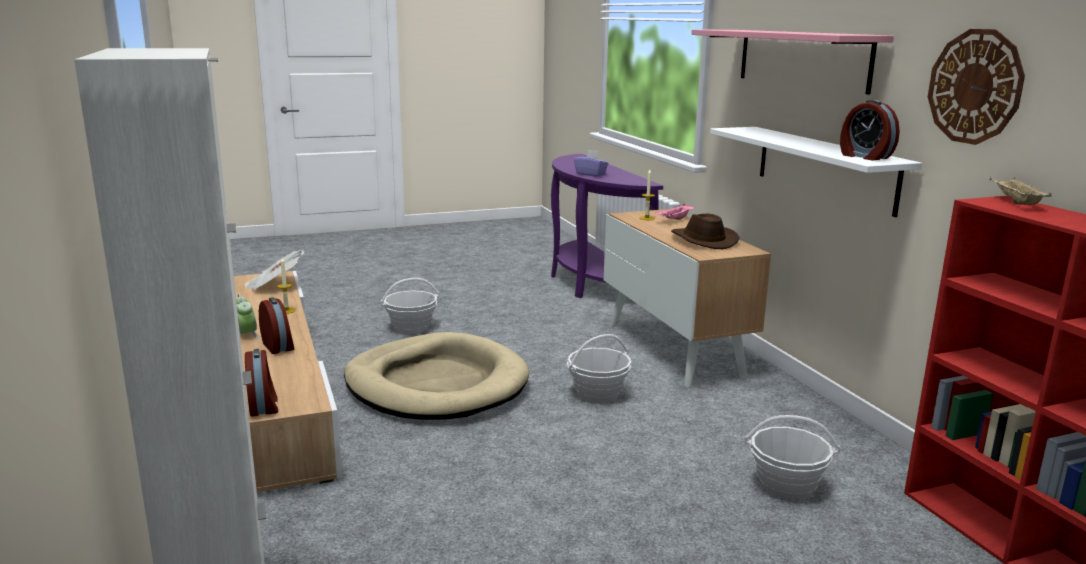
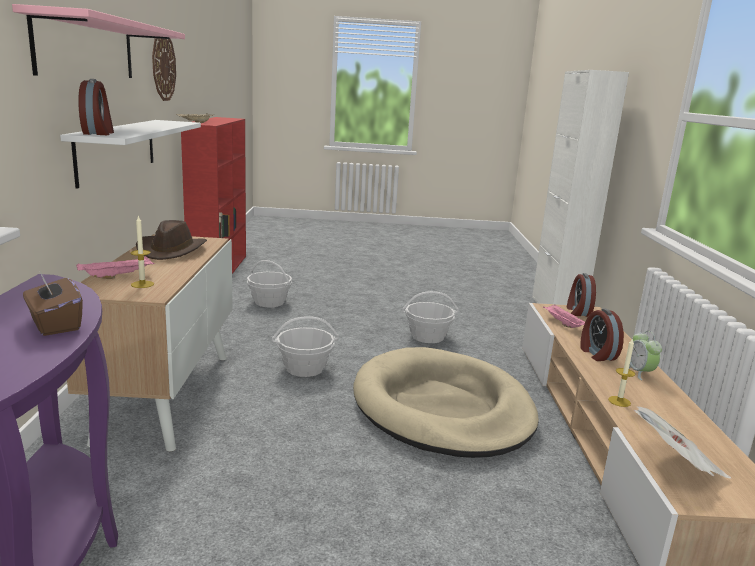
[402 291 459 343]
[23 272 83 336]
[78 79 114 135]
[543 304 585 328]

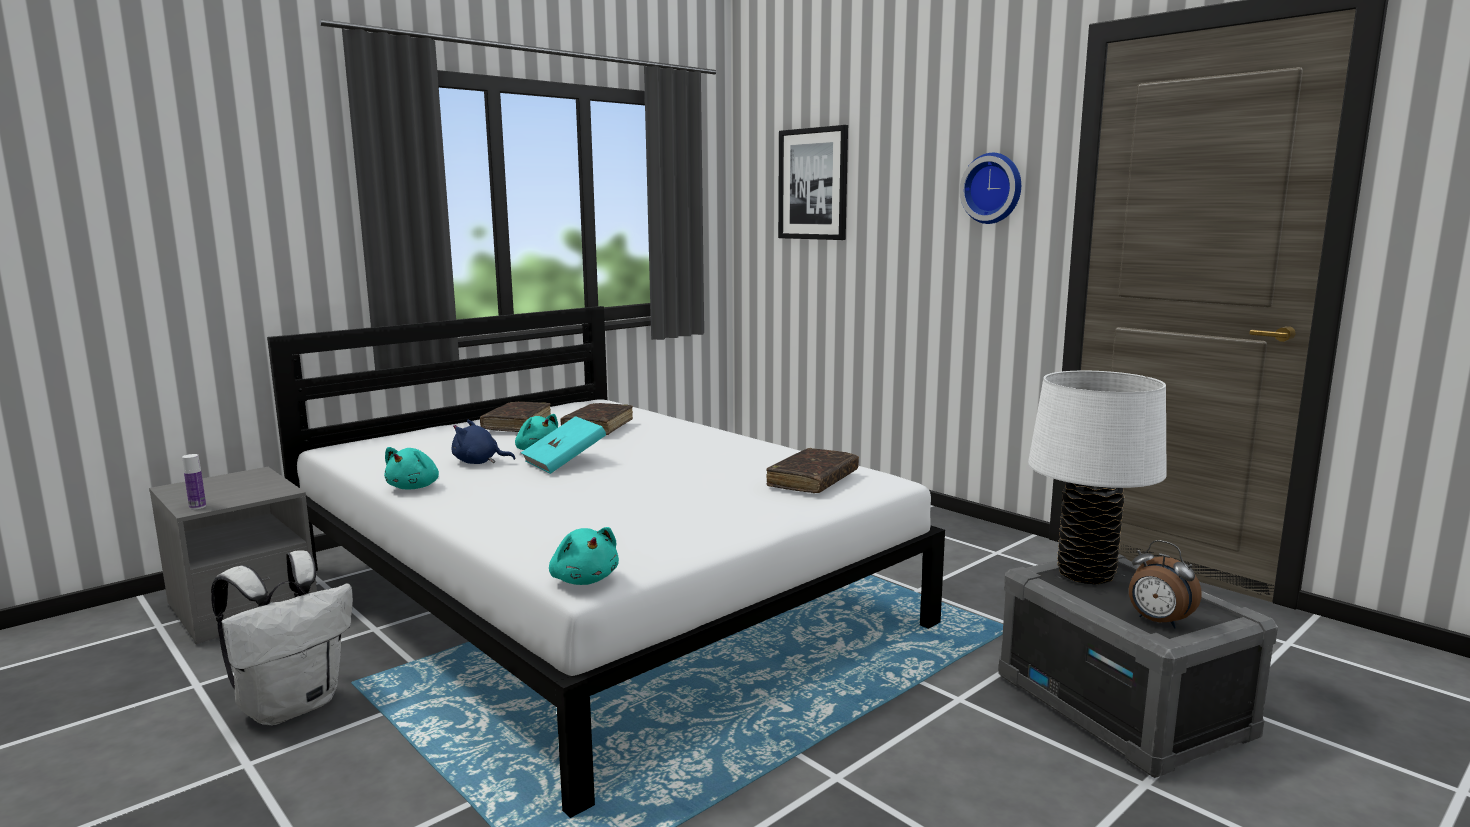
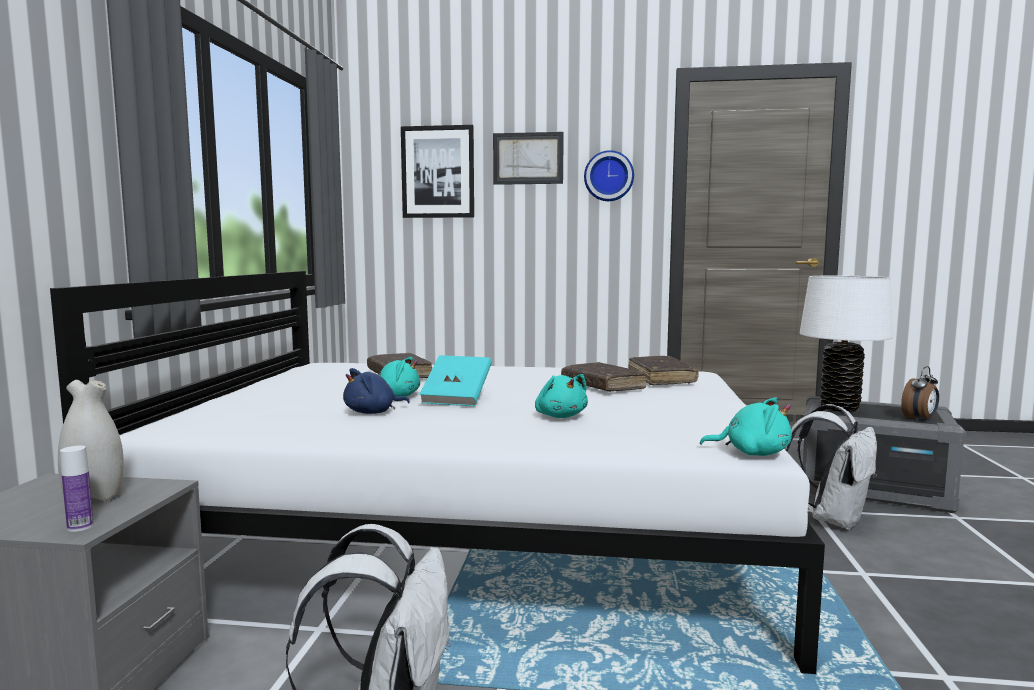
[535 374 588 418]
[561 362 646 392]
[901 366 939 421]
[58 380 124 501]
[493 132 564 185]
[785 404 877 530]

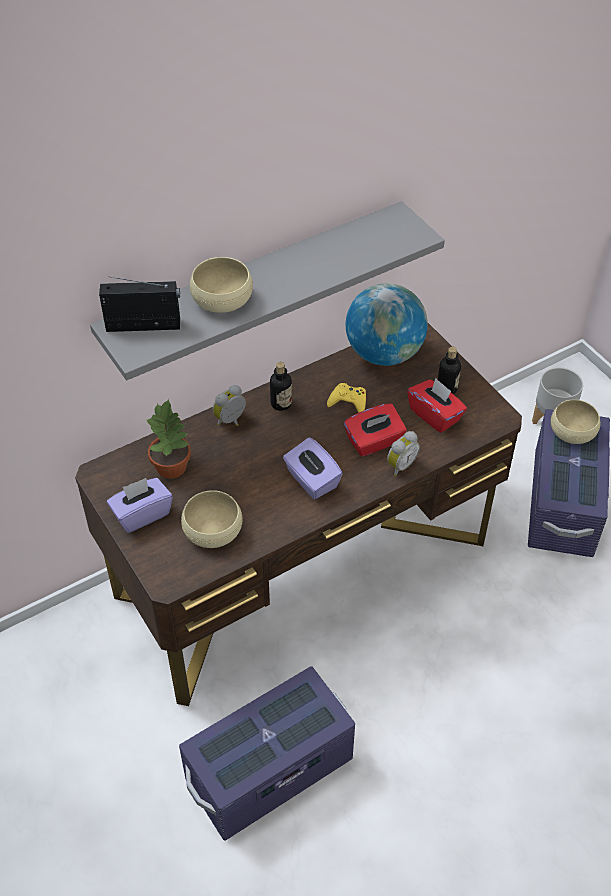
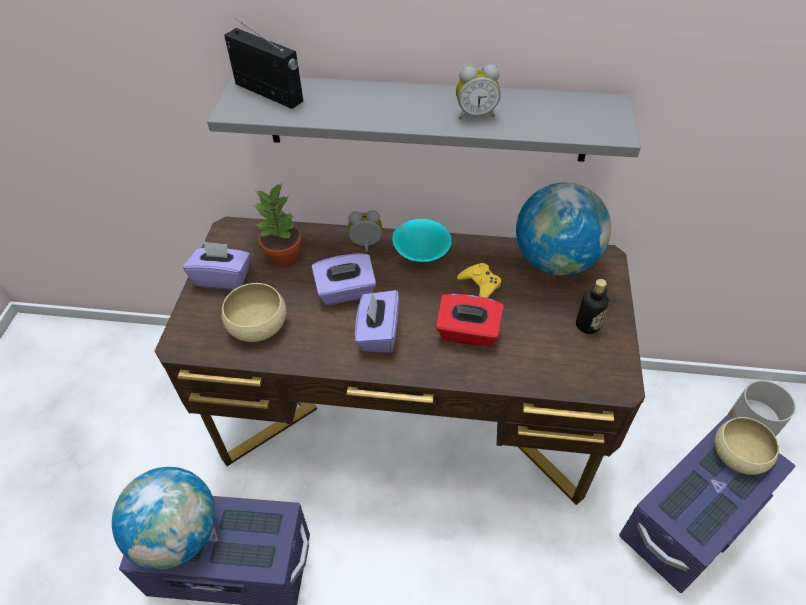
[190 257 253 313] (first image)
[392 219 452 262]
[456 64 501 120]
[407 378 467 433] (first image)
[112 467 215 569]
[312 253 376 305]

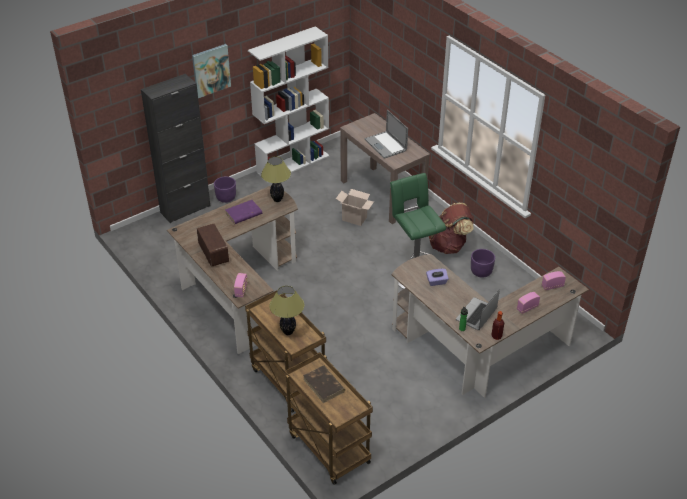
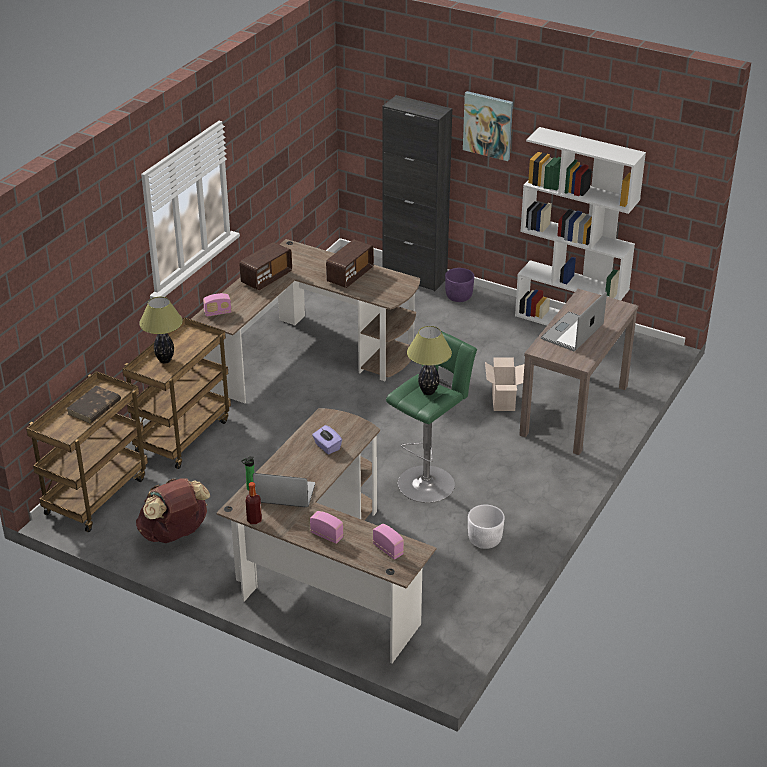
[326 239 374 288]
[407 326 452 395]
[136 478 210 543]
[468 505 505 549]

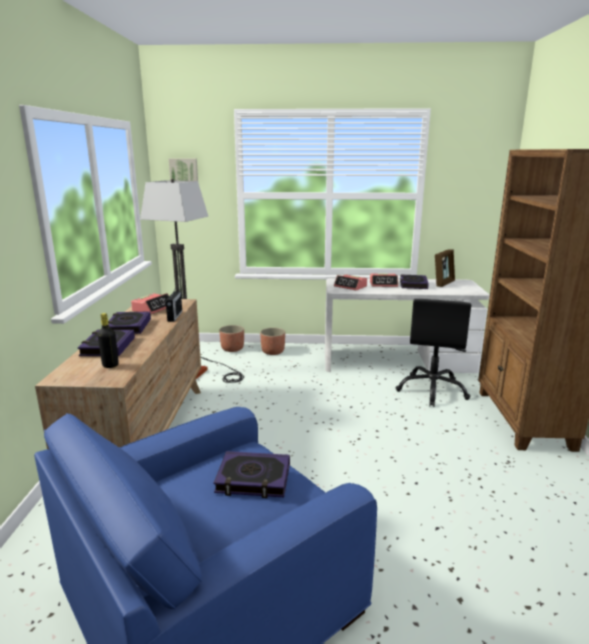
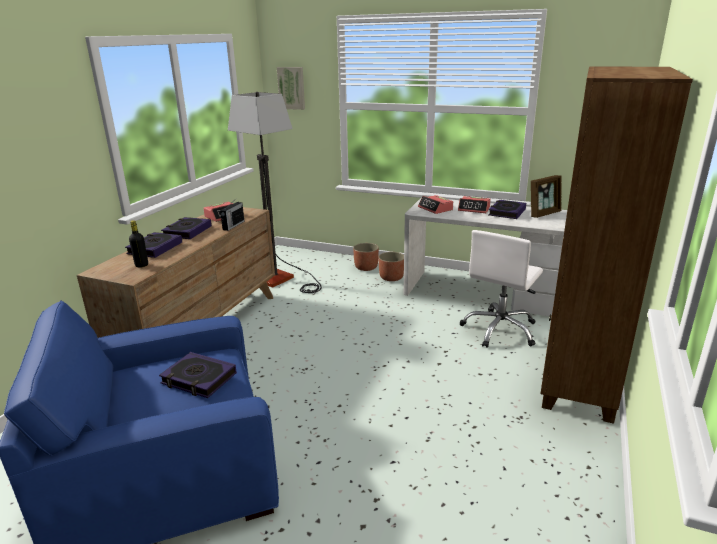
[378 252 404 281]
[460 230 543 348]

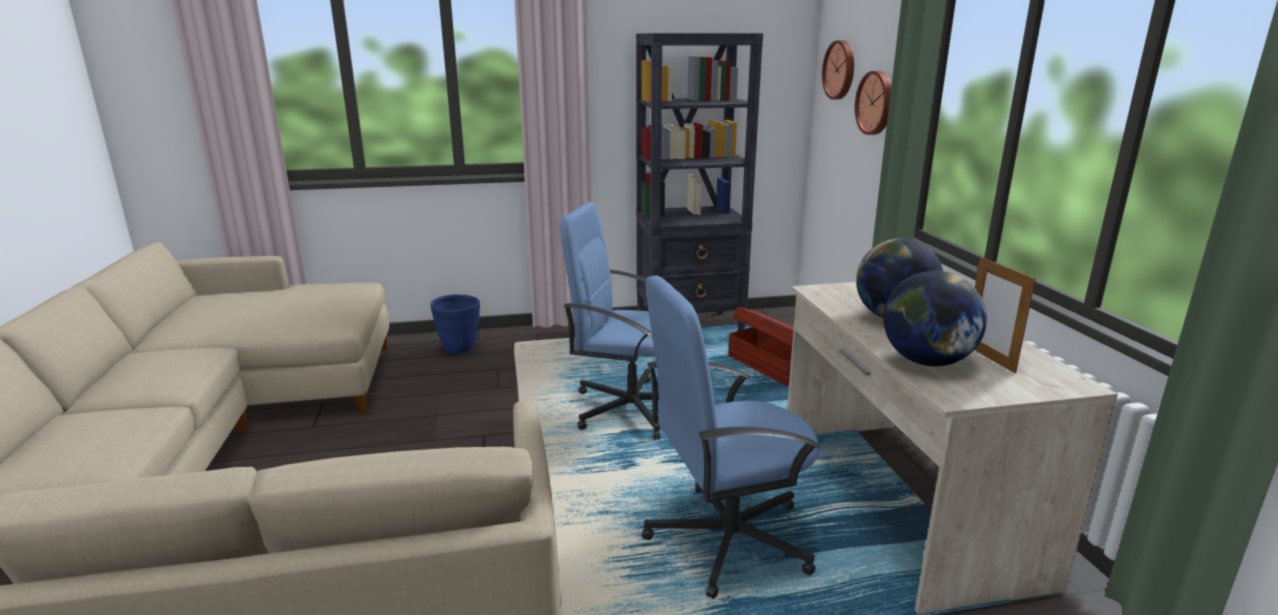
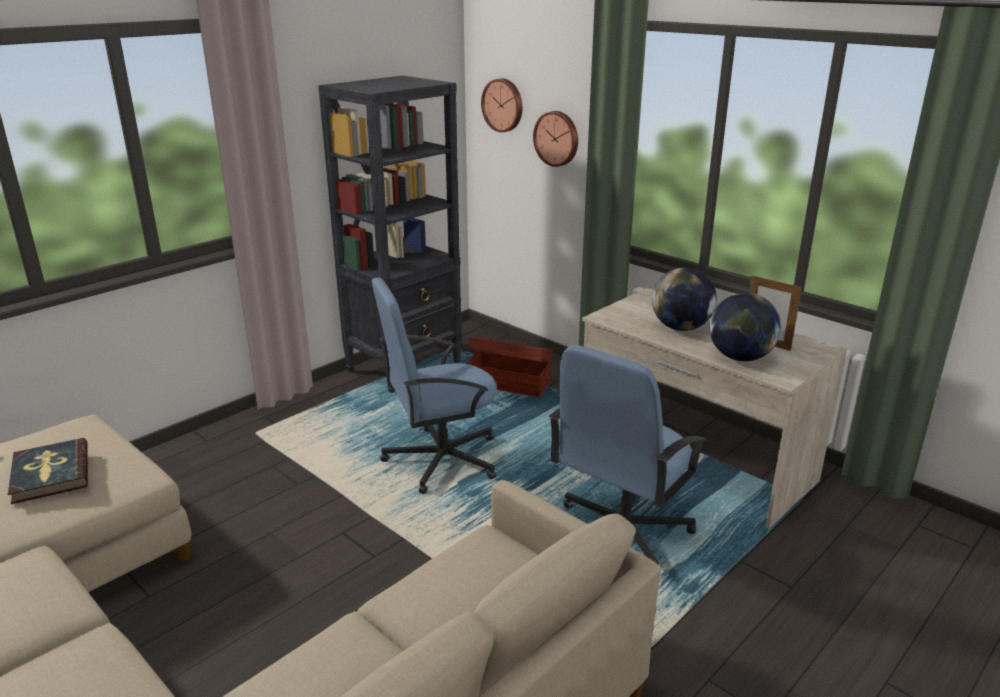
[430 294 480 354] (first image)
[8 438 88 504]

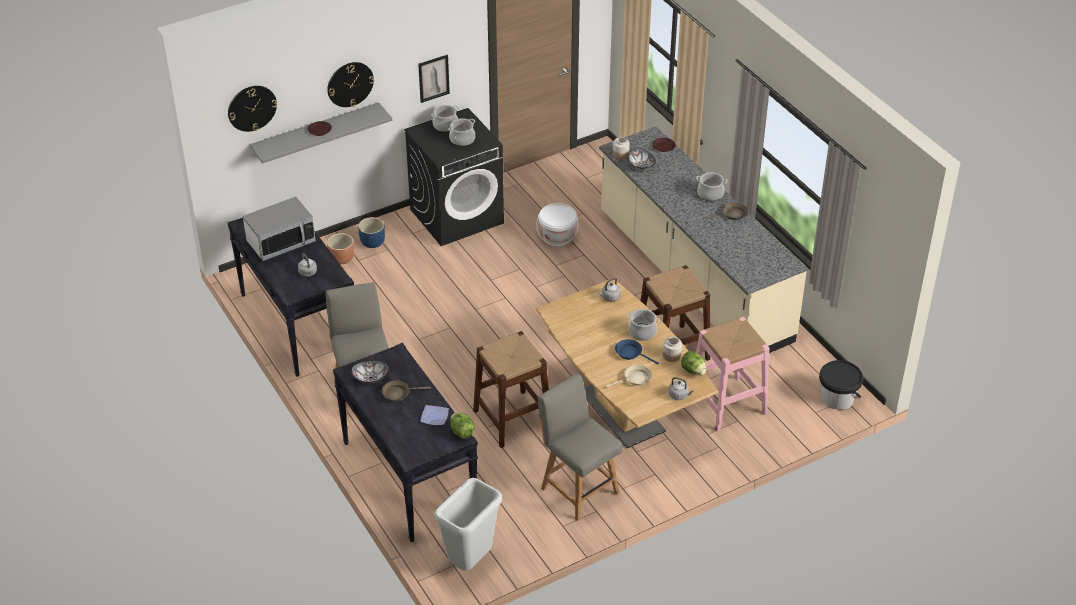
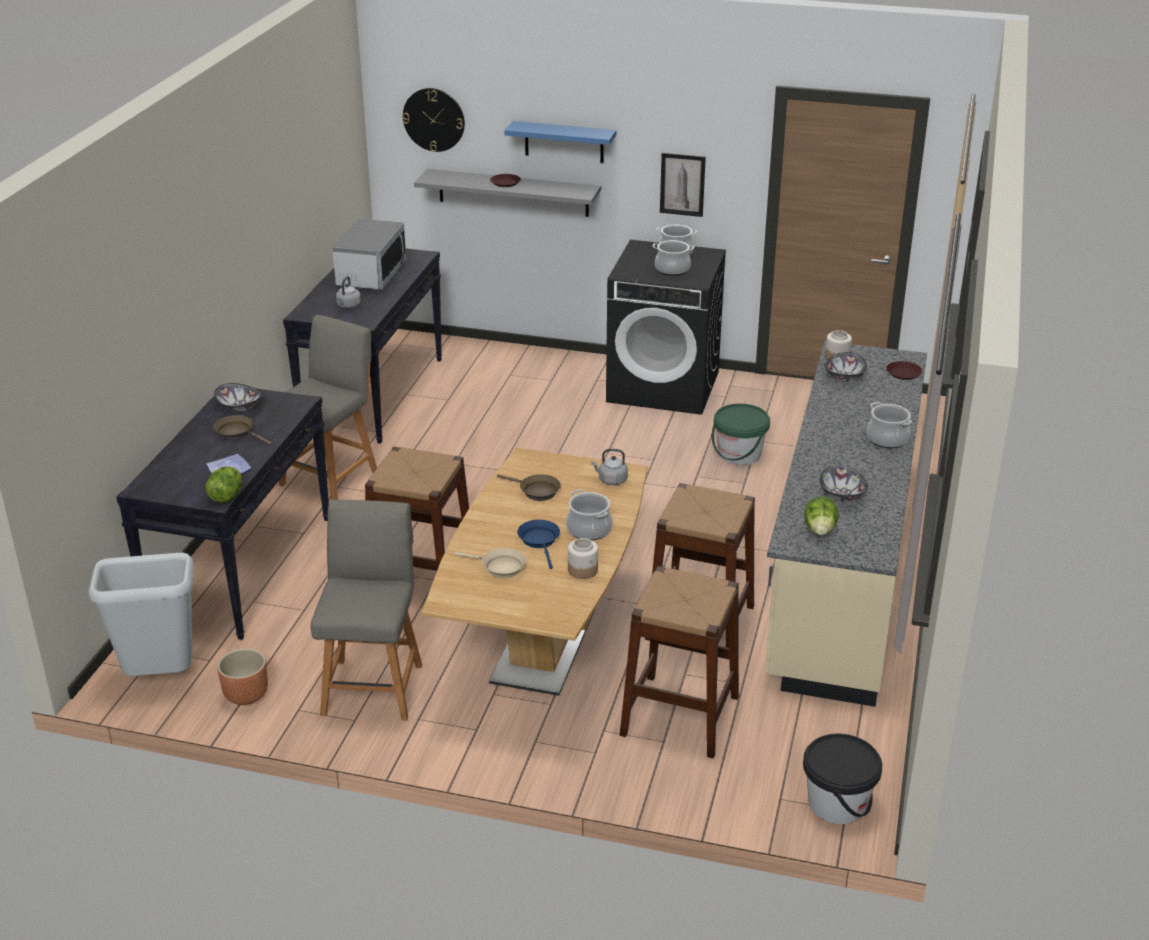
[332 218 406 290]
[504 121 616 163]
[217 648 268 705]
[358 217 385 248] (first image)
[712 404 770 465]
[669 377 694 400] (first image)
[804 496 839 536]
[620 566 739 758]
[497 474 561 501]
[820 465 868 502]

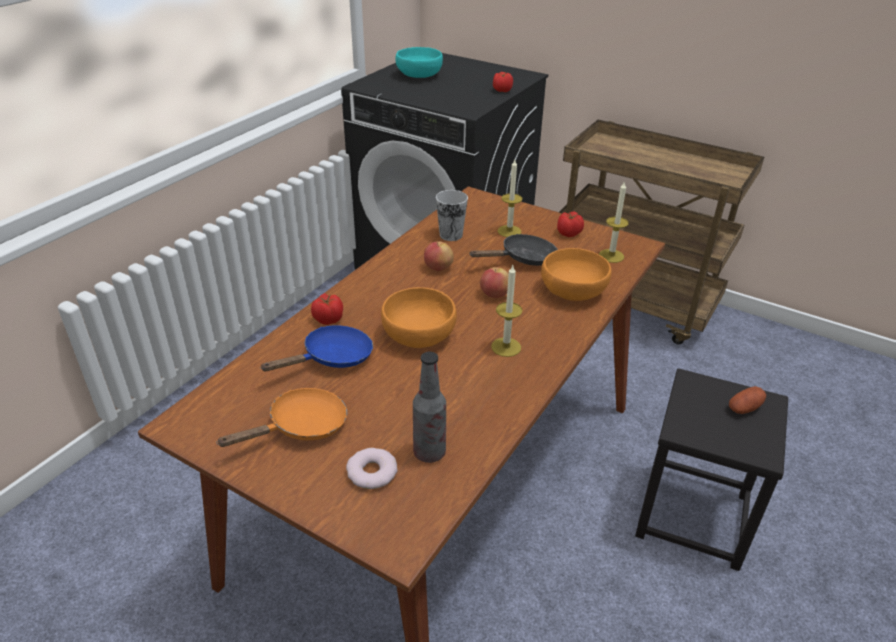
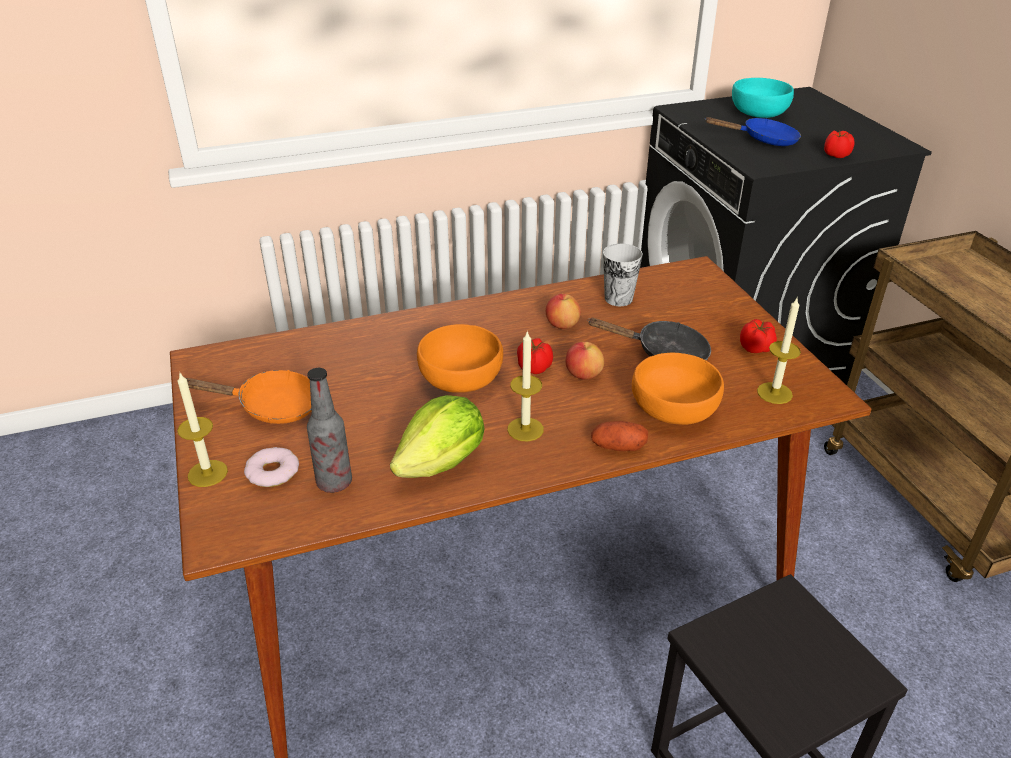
[704 117 801 146]
[517 338 553 374]
[177 373 228 487]
[591 421 648 451]
[390 395 485 478]

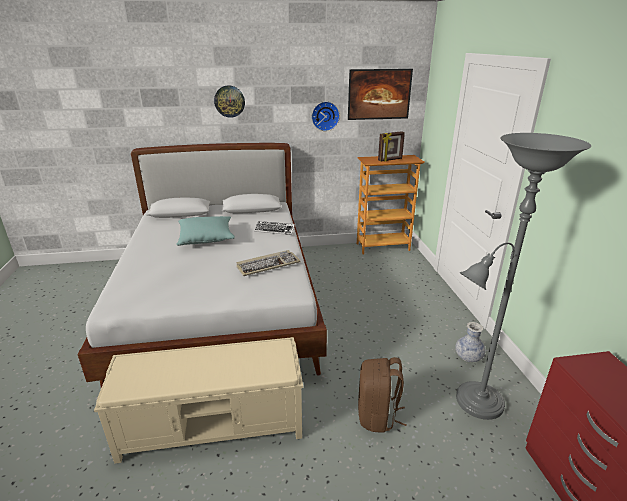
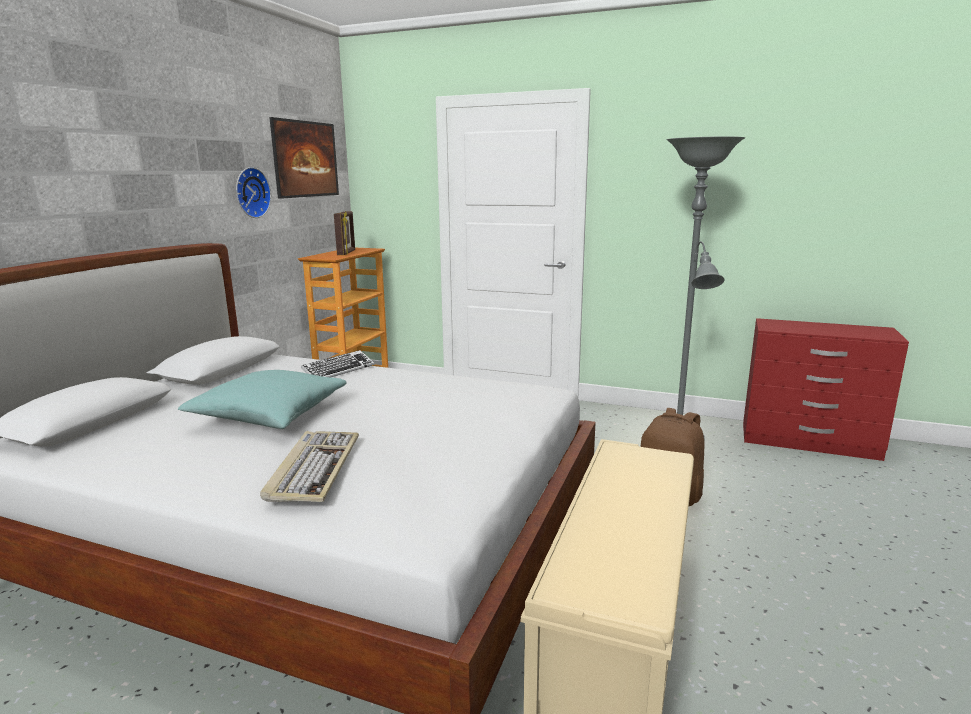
[214 86 245 118] (first image)
[260 431 359 502]
[455 322 485 362] (first image)

